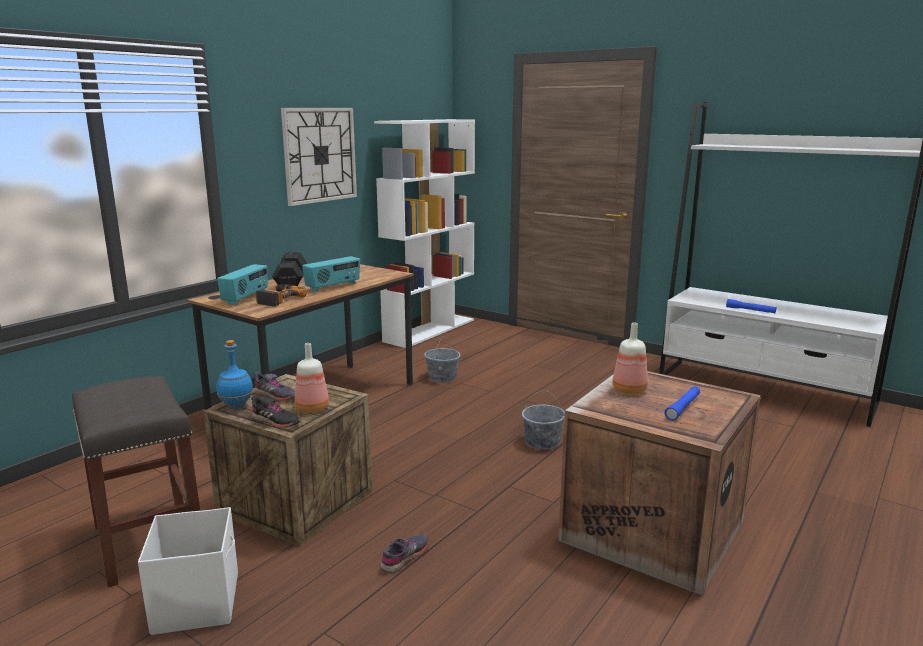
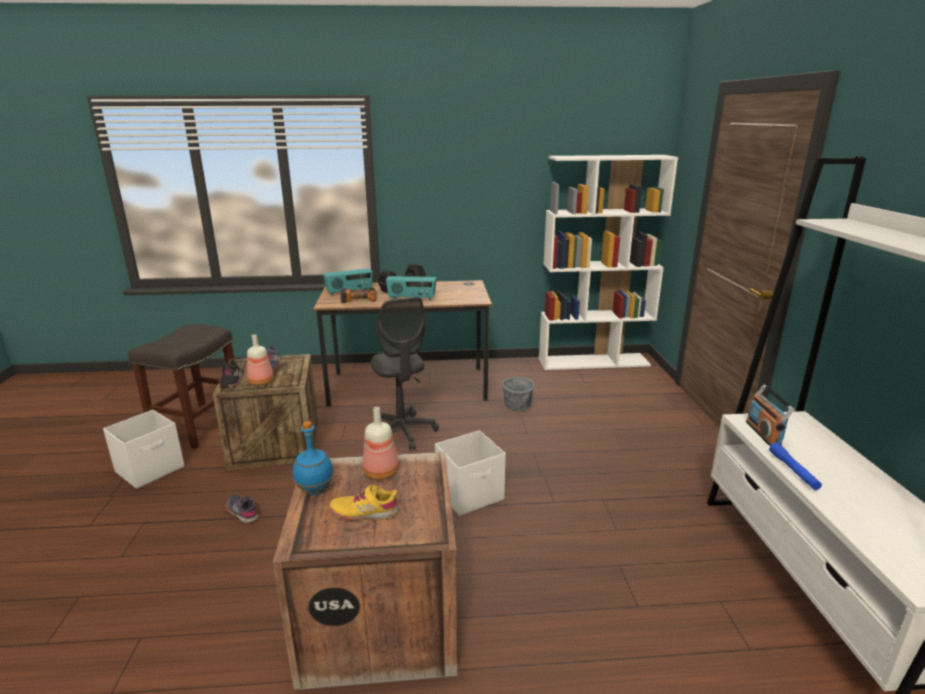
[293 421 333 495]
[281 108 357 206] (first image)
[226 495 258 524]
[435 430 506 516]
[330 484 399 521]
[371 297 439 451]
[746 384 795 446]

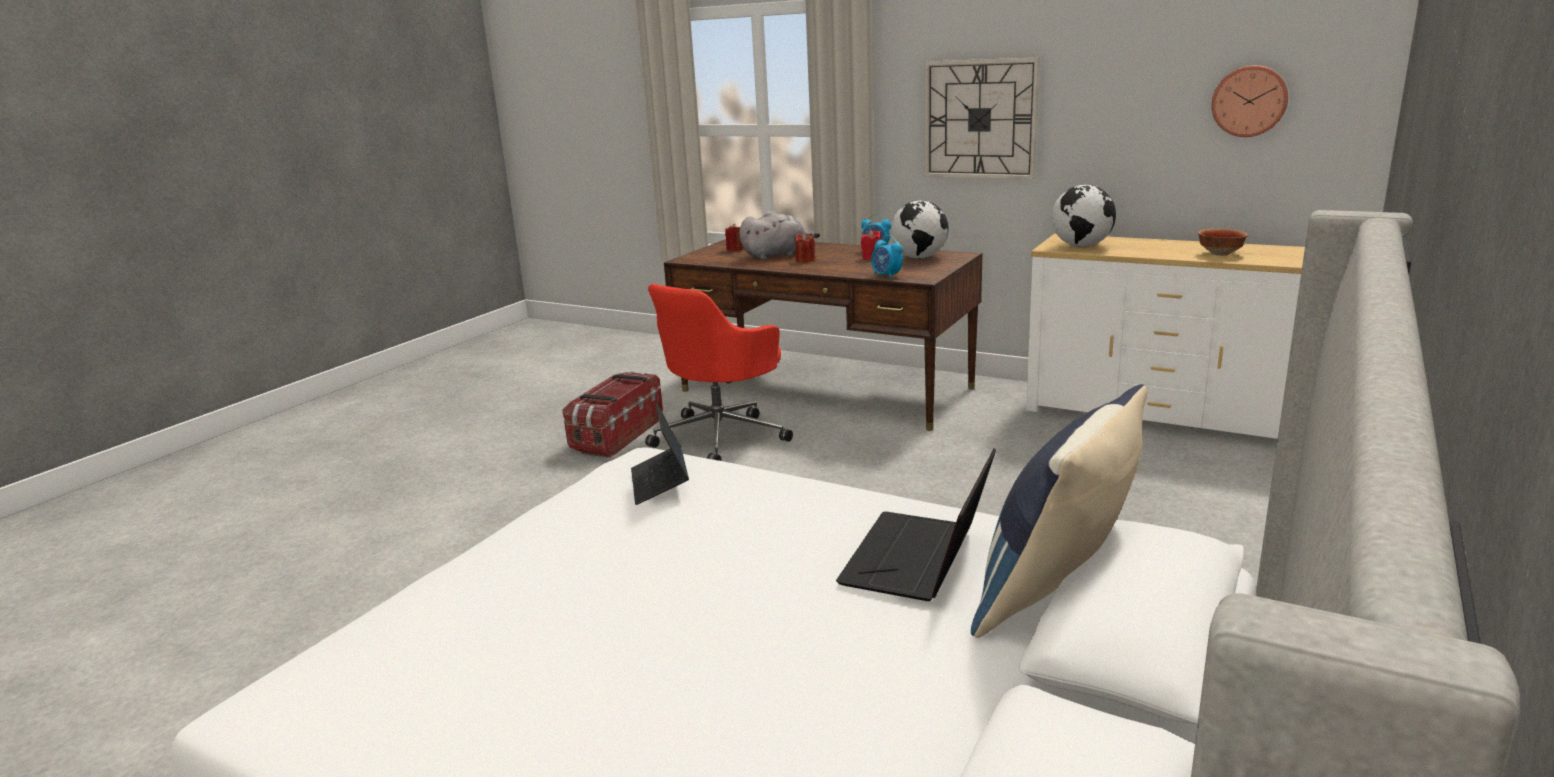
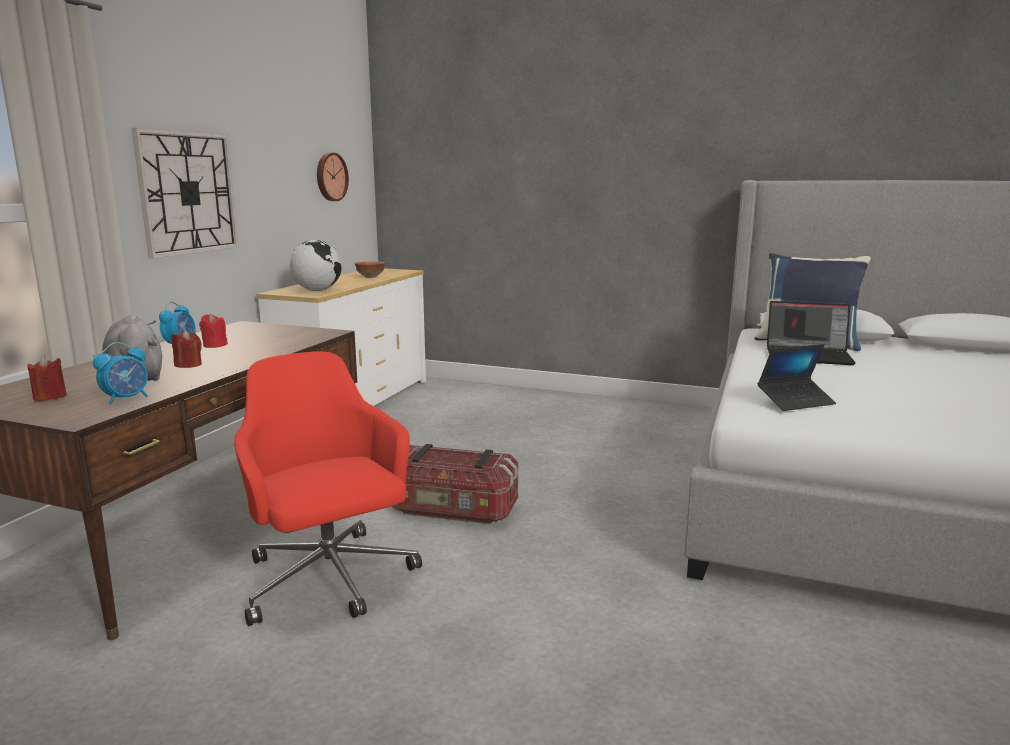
[392 444 518 524]
[234 352 422 626]
[93 342 148 405]
[891 200 949 259] (first image)

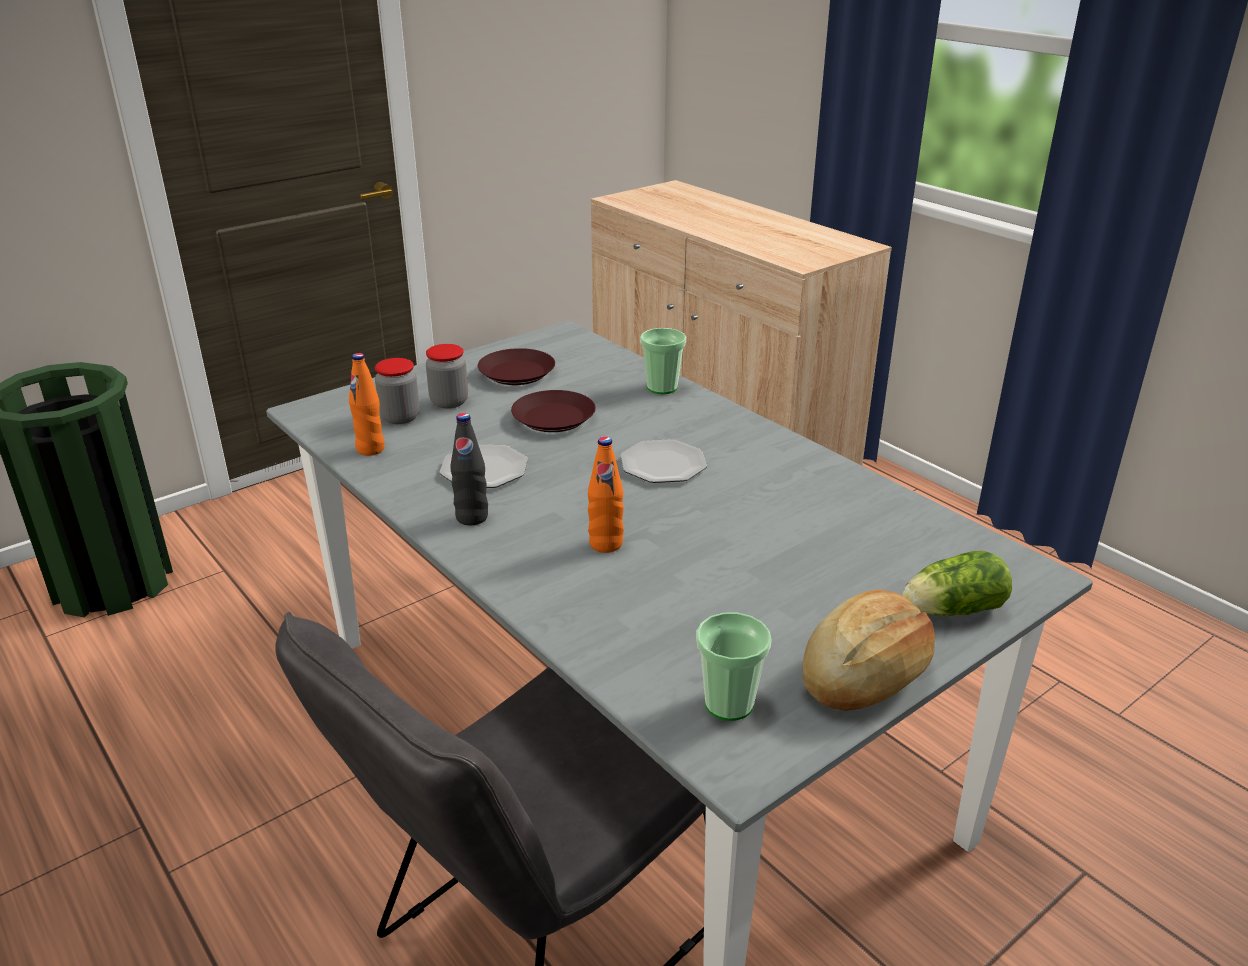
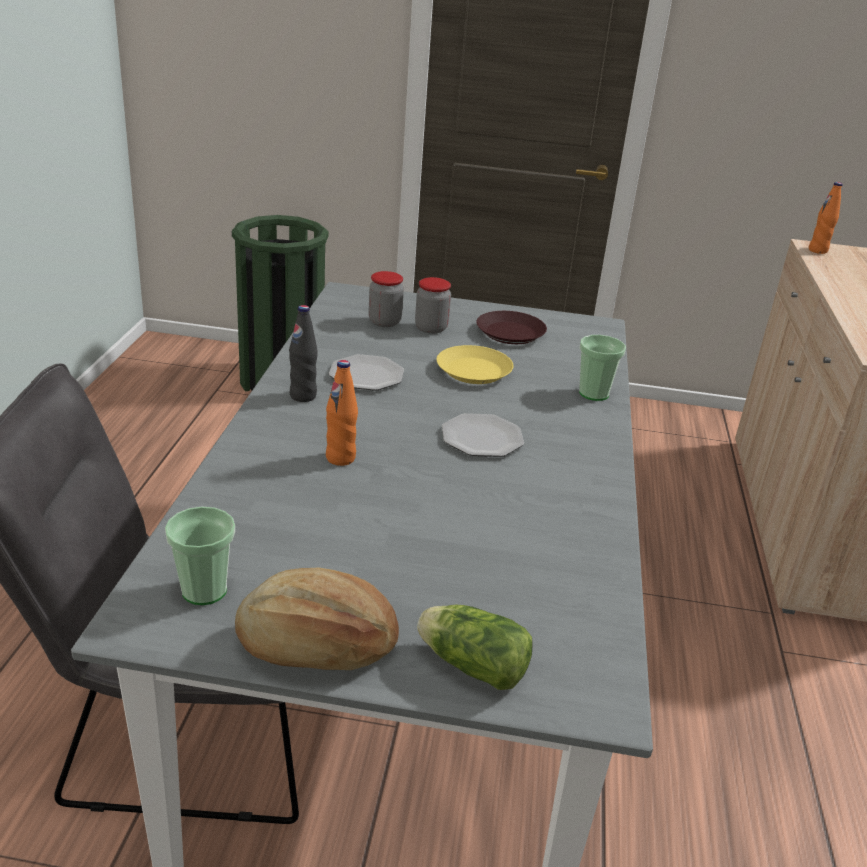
[809 182 842 254]
[437 345 513 384]

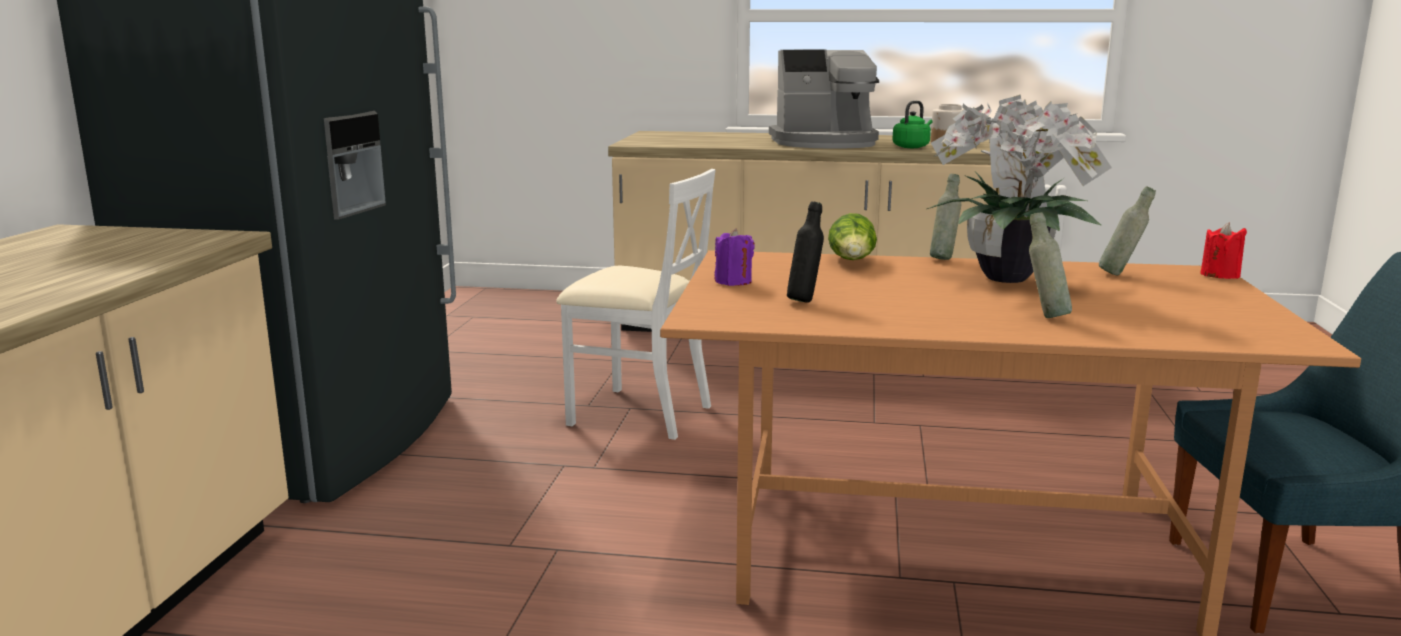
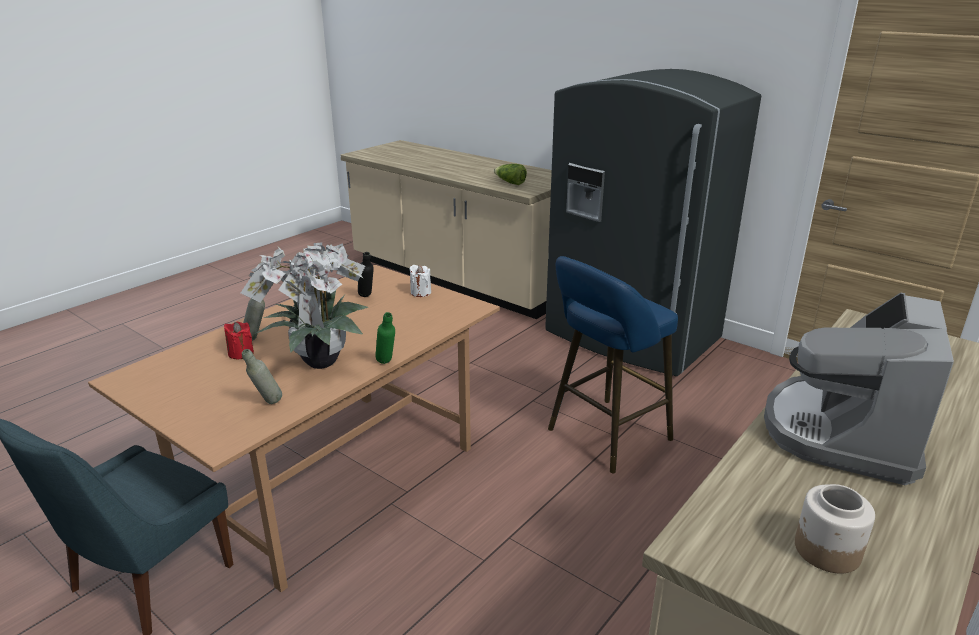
[548 256 678 473]
[409 265 431 297]
[494 164 527 185]
[892 101 932 148] (first image)
[375 312 395 364]
[224 322 254 359]

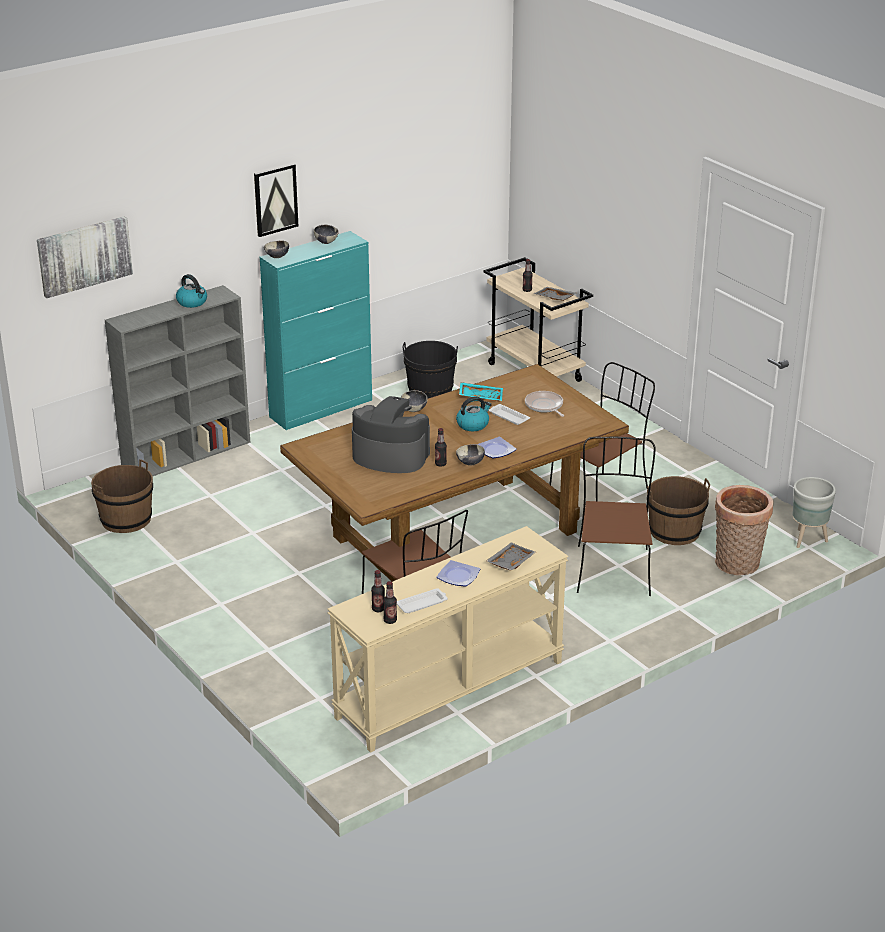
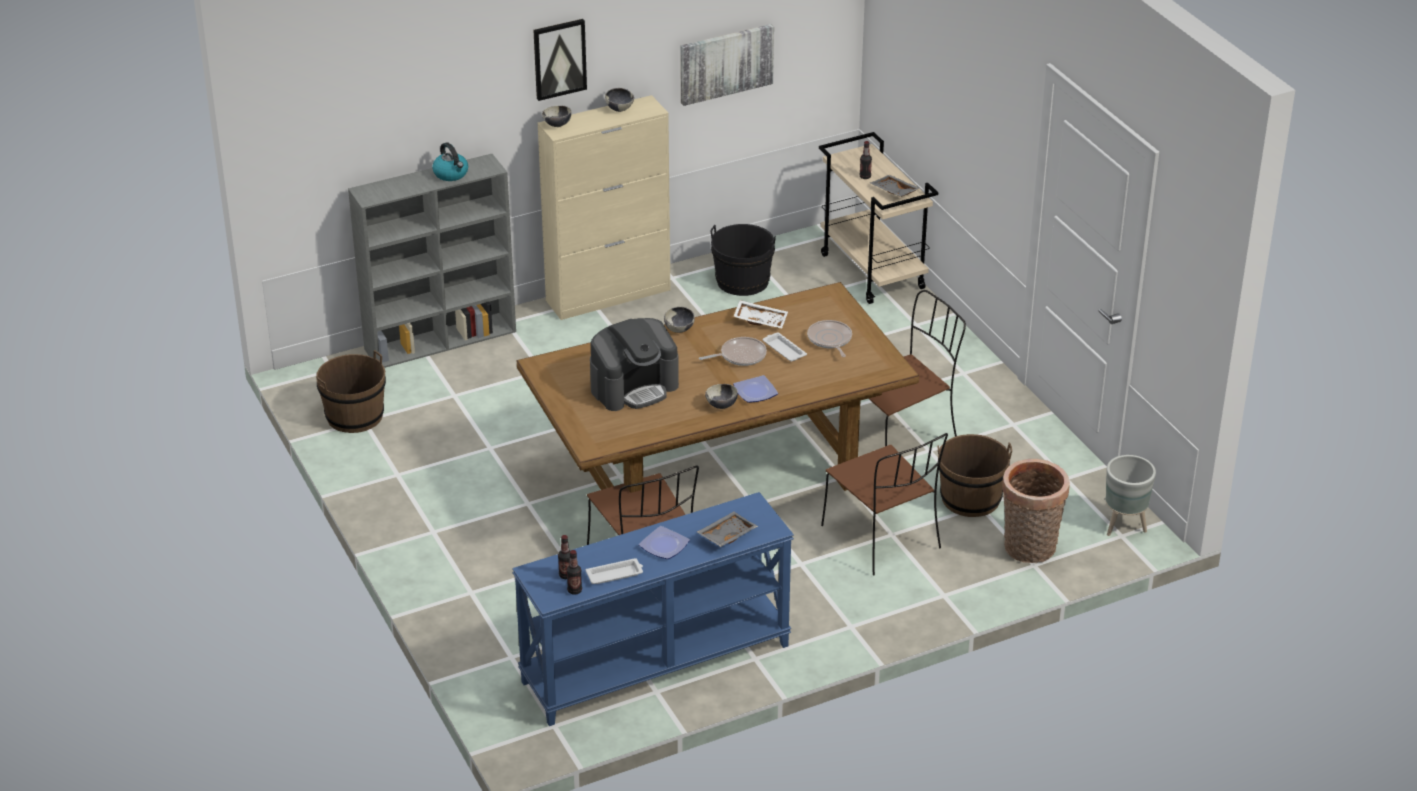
[680 24 774 106]
[538 95 670 320]
[512 492 794 726]
[590 318 679 411]
[435 428 447 467] (first image)
[699 337 767 366]
[733 300 788 329]
[821 433 948 575]

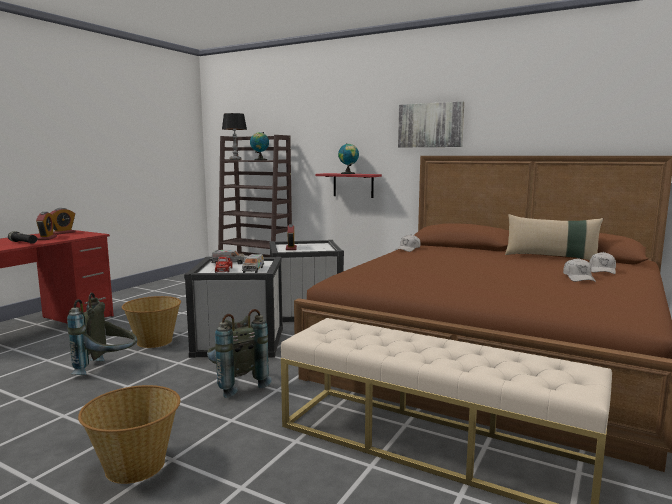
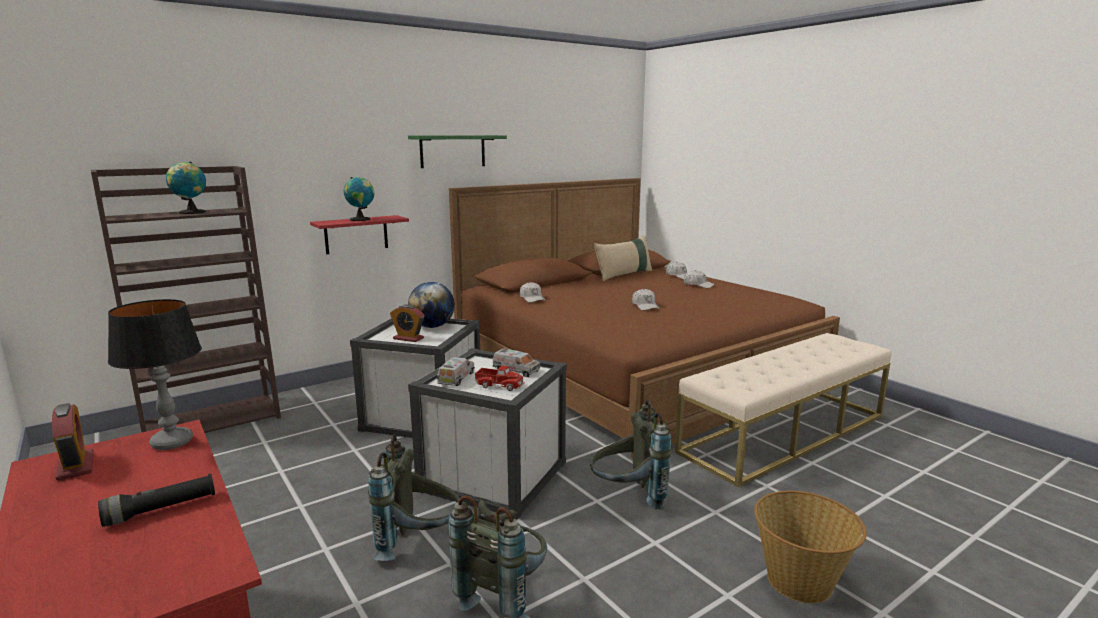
[36 212 57 240] (first image)
[368 435 460 561]
[108 299 202 450]
[408 135 507 168]
[408 282 455 328]
[632 289 660 311]

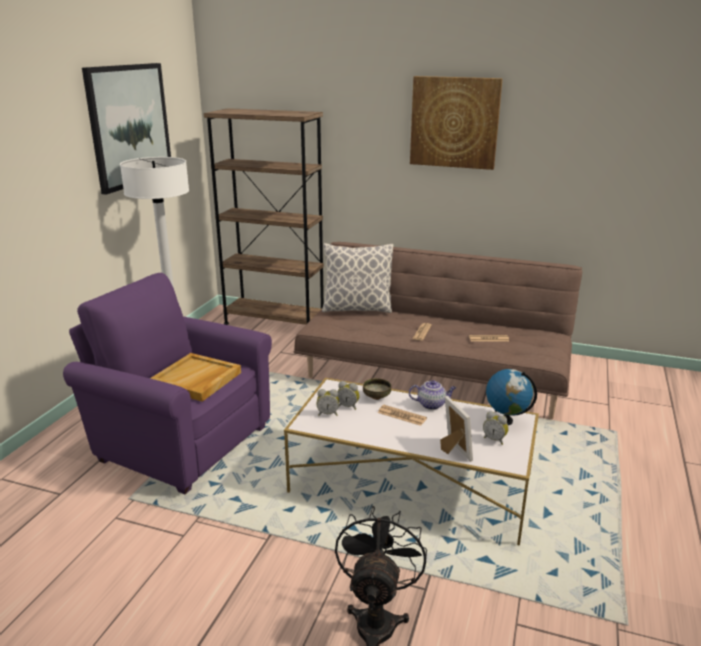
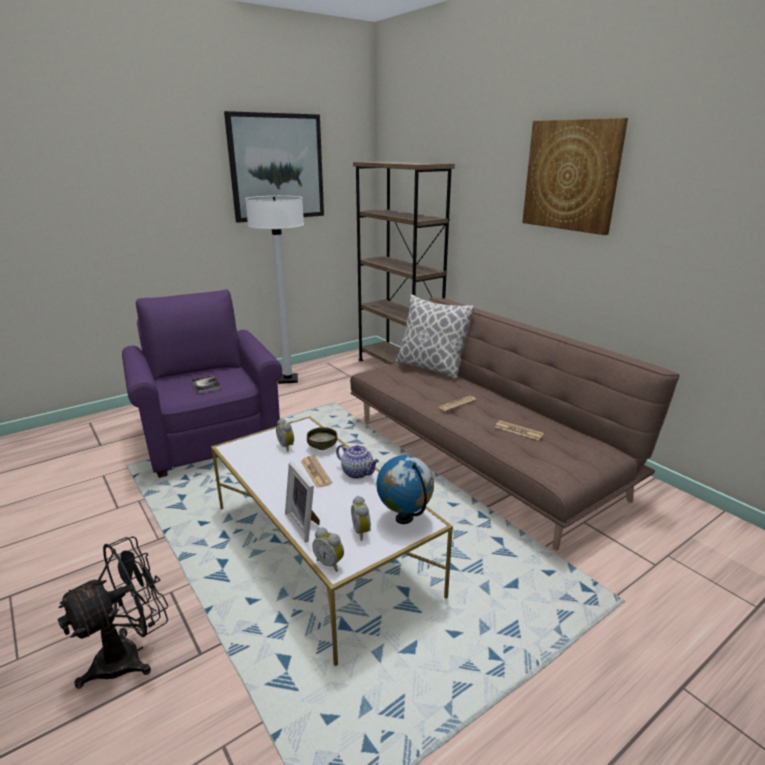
[191 375 221 394]
[312 528 344 572]
[285 461 320 542]

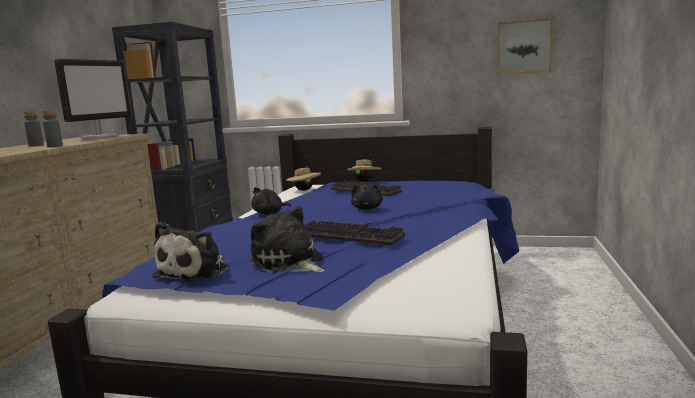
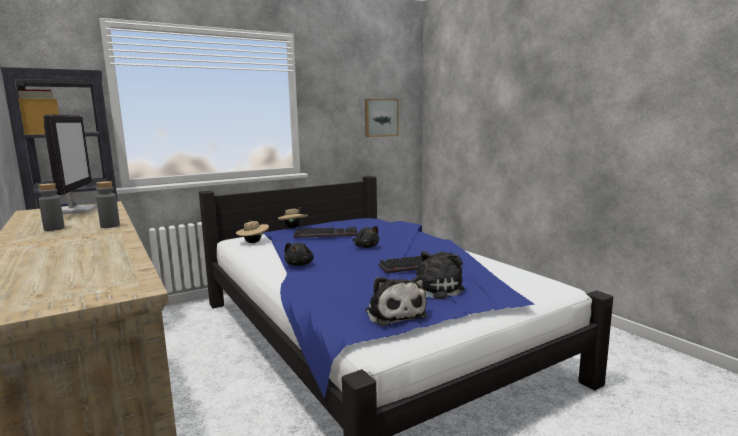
[416 251 465 299]

